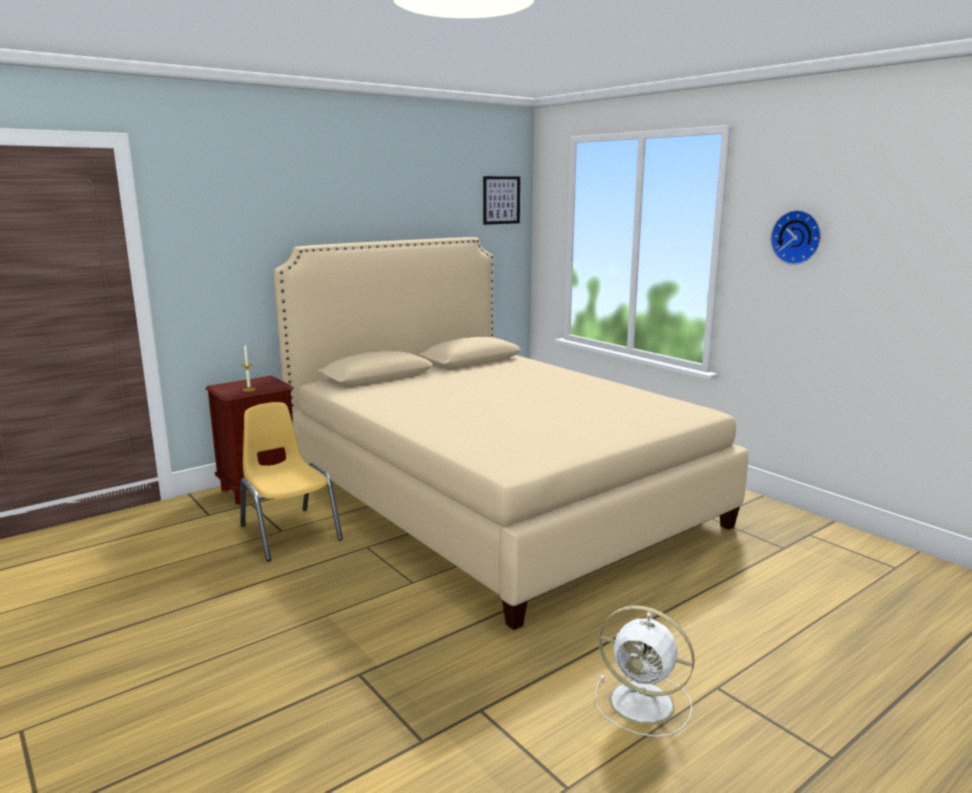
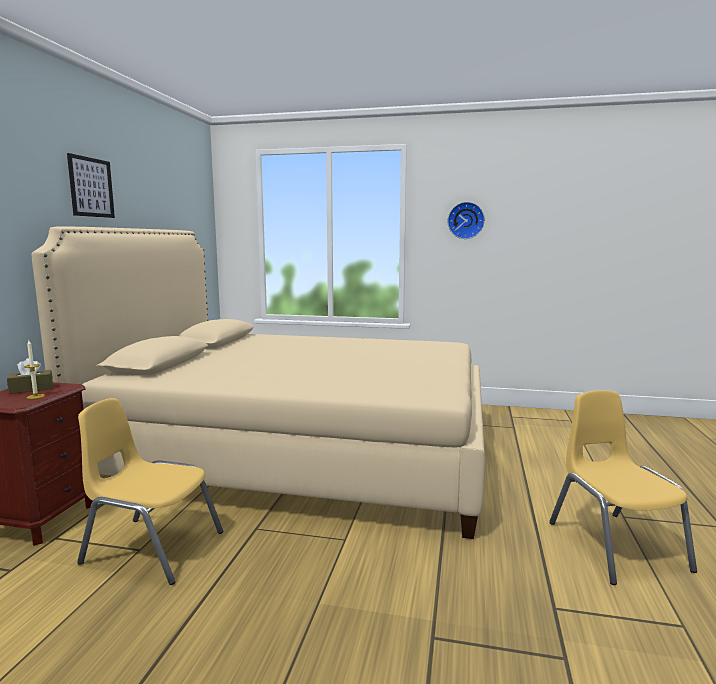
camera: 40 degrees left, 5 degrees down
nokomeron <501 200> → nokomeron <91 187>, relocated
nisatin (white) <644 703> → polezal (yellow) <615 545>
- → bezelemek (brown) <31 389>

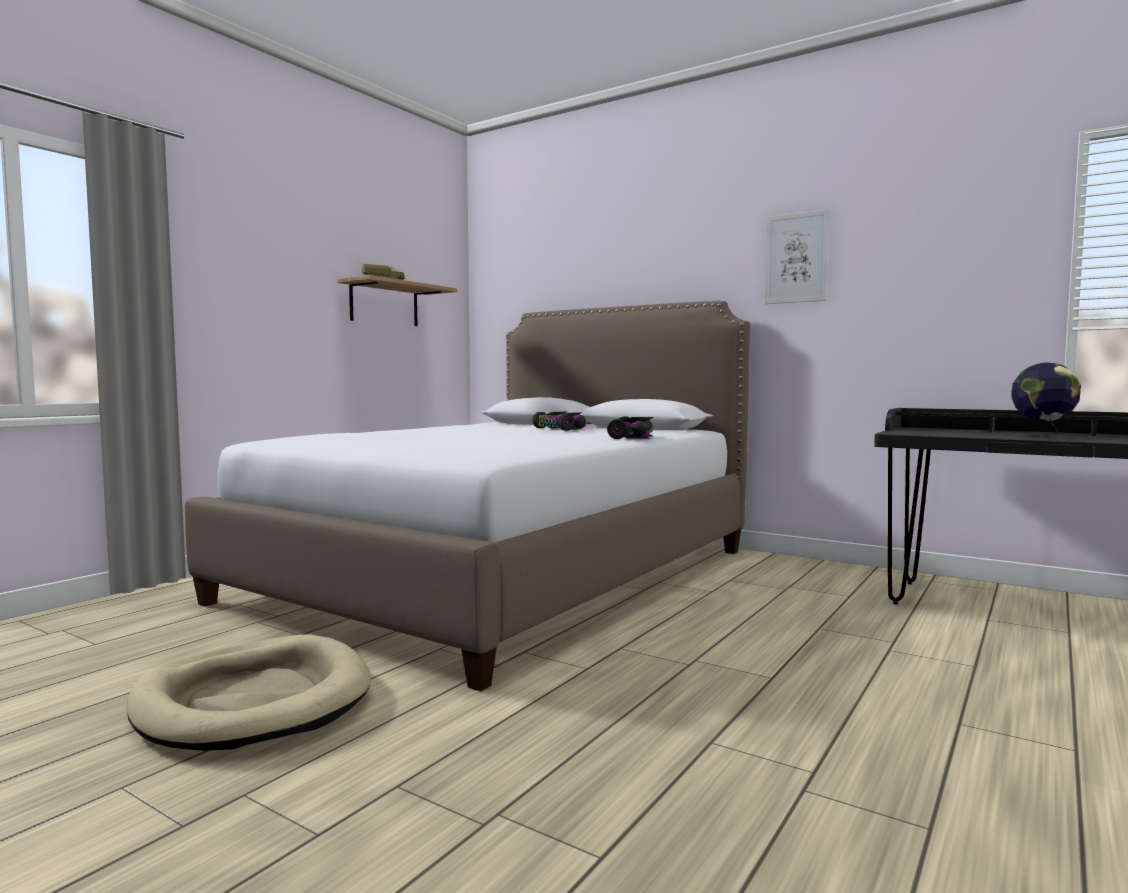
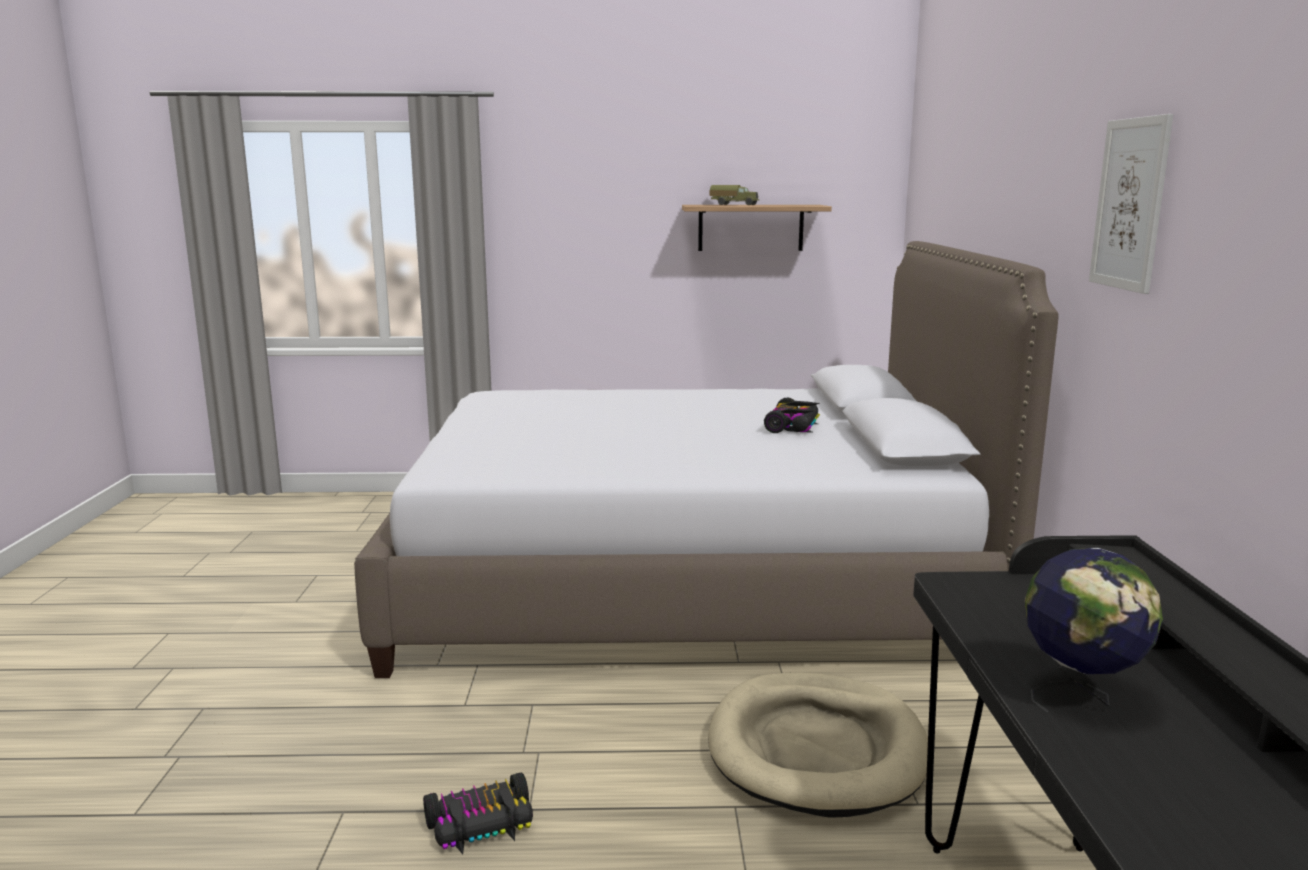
camera: 55 degrees right, 10 degrees up
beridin <632 437> → beridin <481 825>, relocated
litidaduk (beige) <253 700> → litidaduk (beige) <817 750>, relocated

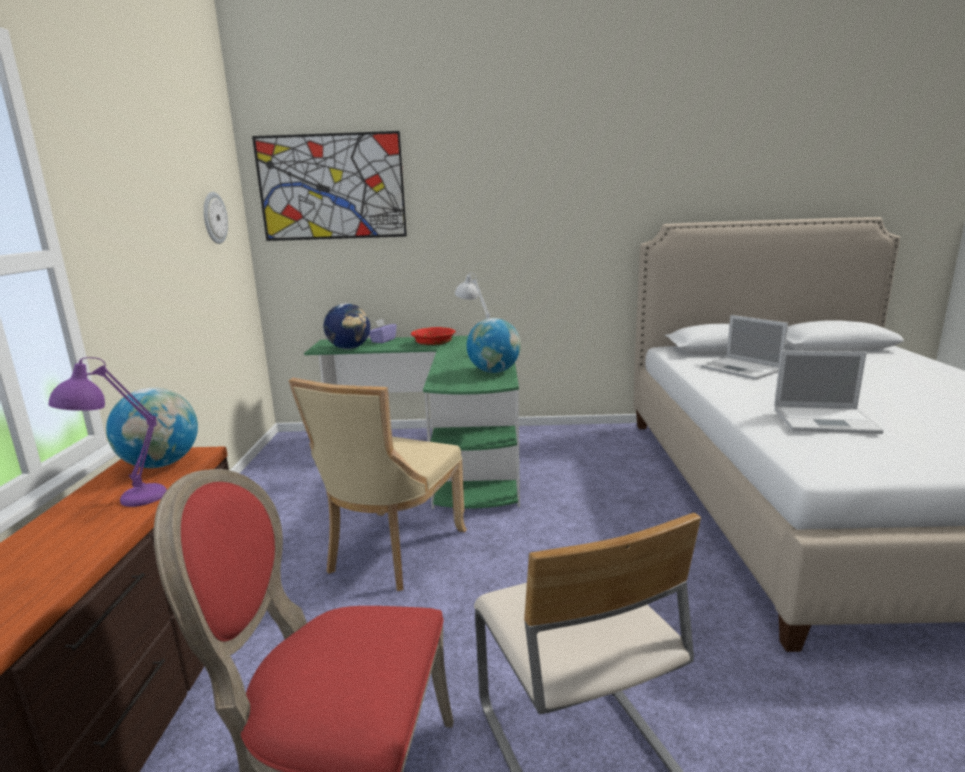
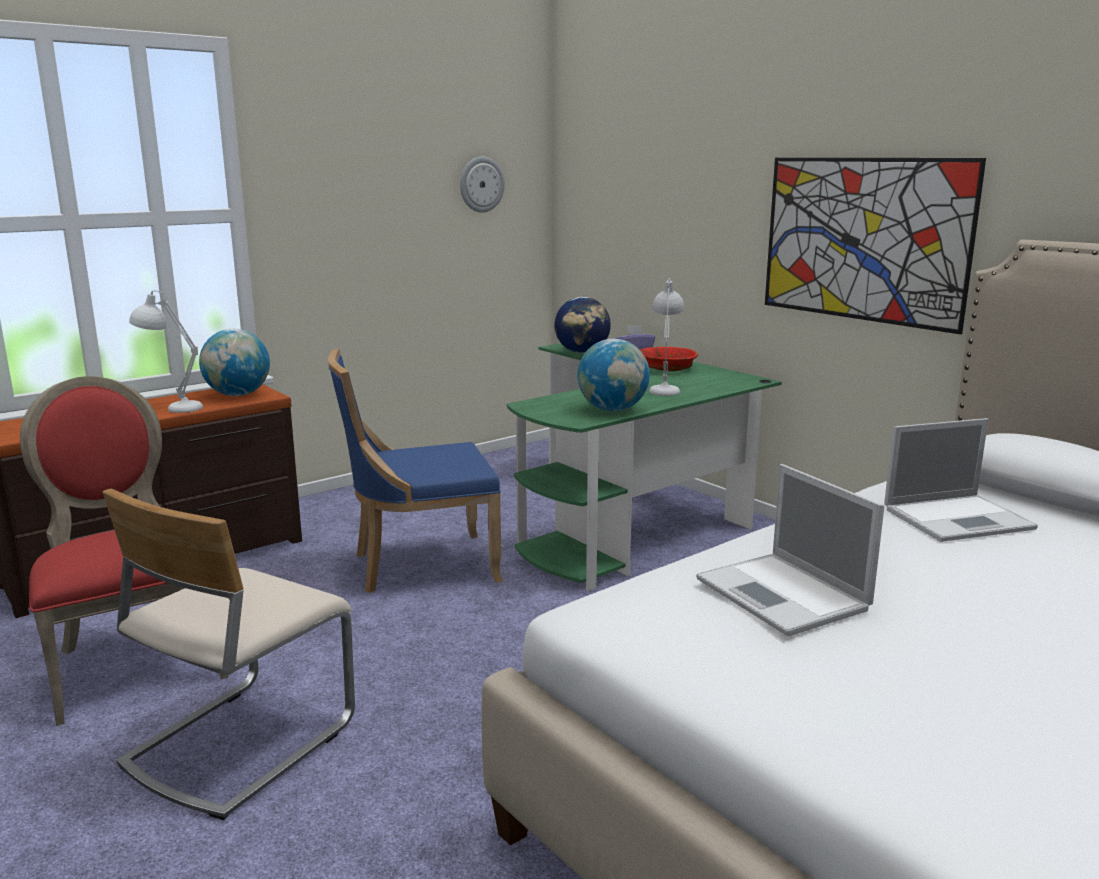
camera: 50 degrees right, 0 degrees up
nokomeron <331 187> → nokomeron <863 239>, relocated
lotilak <742 369> → lotilak <959 518>, 120 degrees counterclockwise
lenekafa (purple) <123 502> → lenekafa (white) <172 407>
polezal (beige) <391 552> → polezal (blue) <420 566>

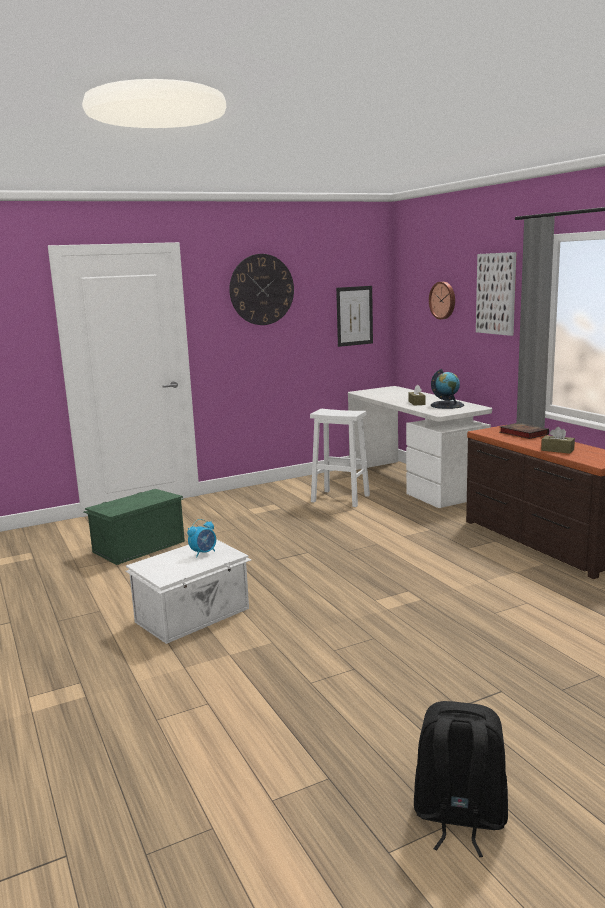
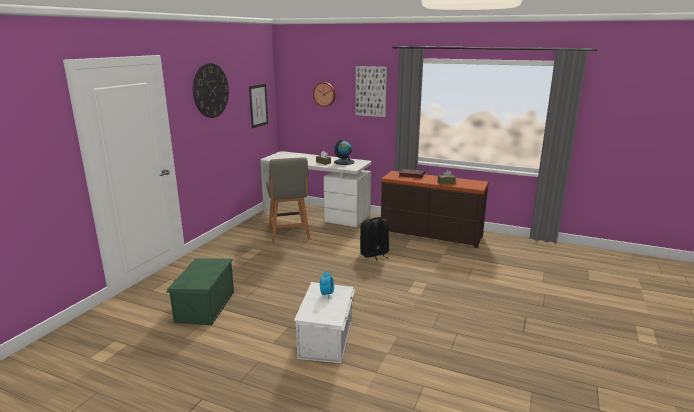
camera: 40 degrees left, 5 degrees up
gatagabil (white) <339 498> → polezal (grey) <289 234>
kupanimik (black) <459 817> → kupanimik (black) <374 254>, relocated

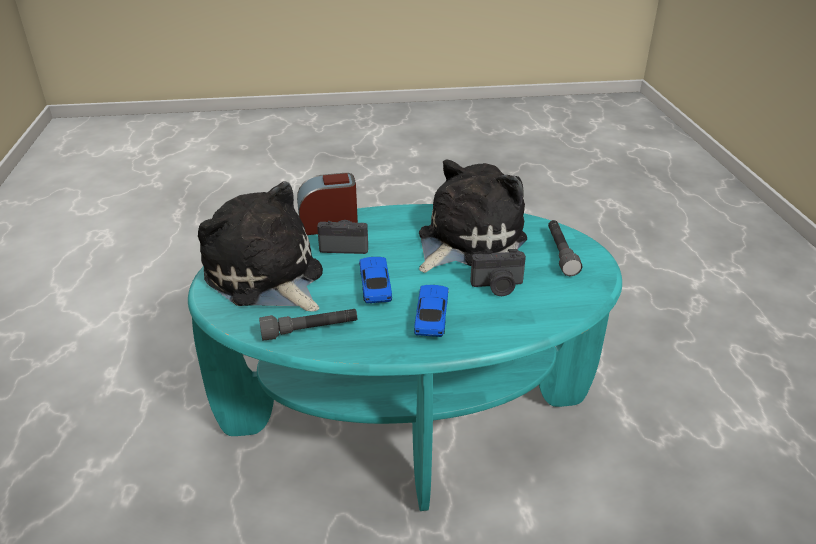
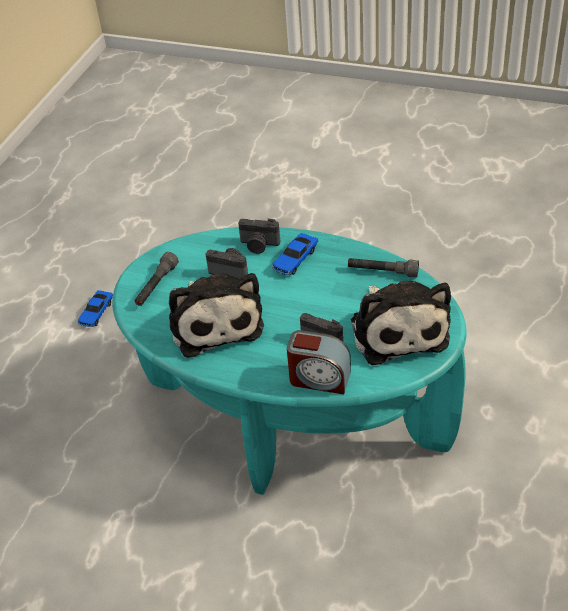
camera: 150 degrees left, 10 degrees up
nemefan <466 240> → nemefan <215 321>, 90 degrees counterclockwise
beridin <375 286> → beridin <96 313>, relocated
- → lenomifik <259 245>

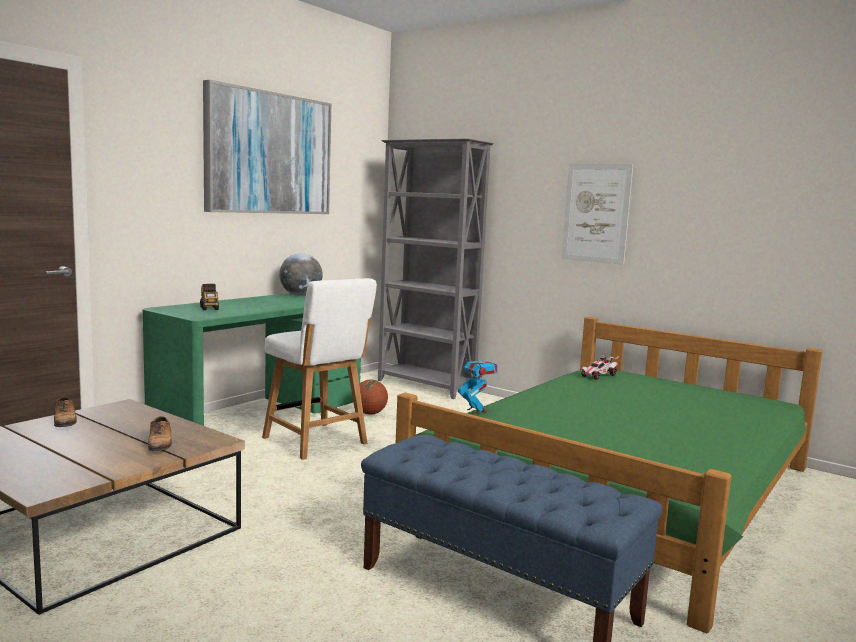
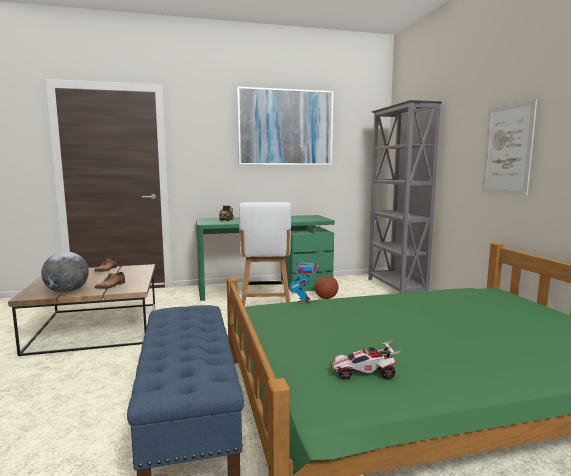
camera: 40 degrees right, 0 degrees up
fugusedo <300 295> → fugusedo <67 292>, relocated
beridin <598 376> → beridin <364 373>, relocated

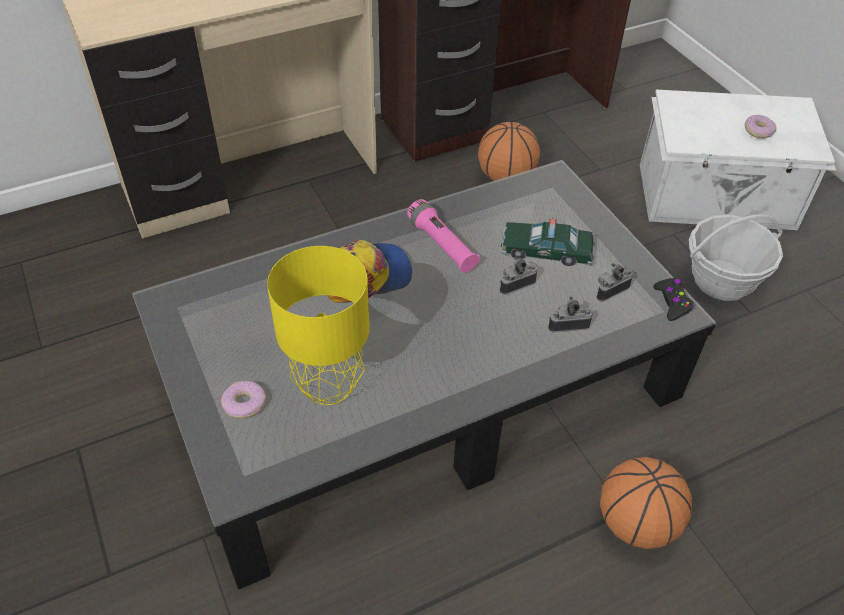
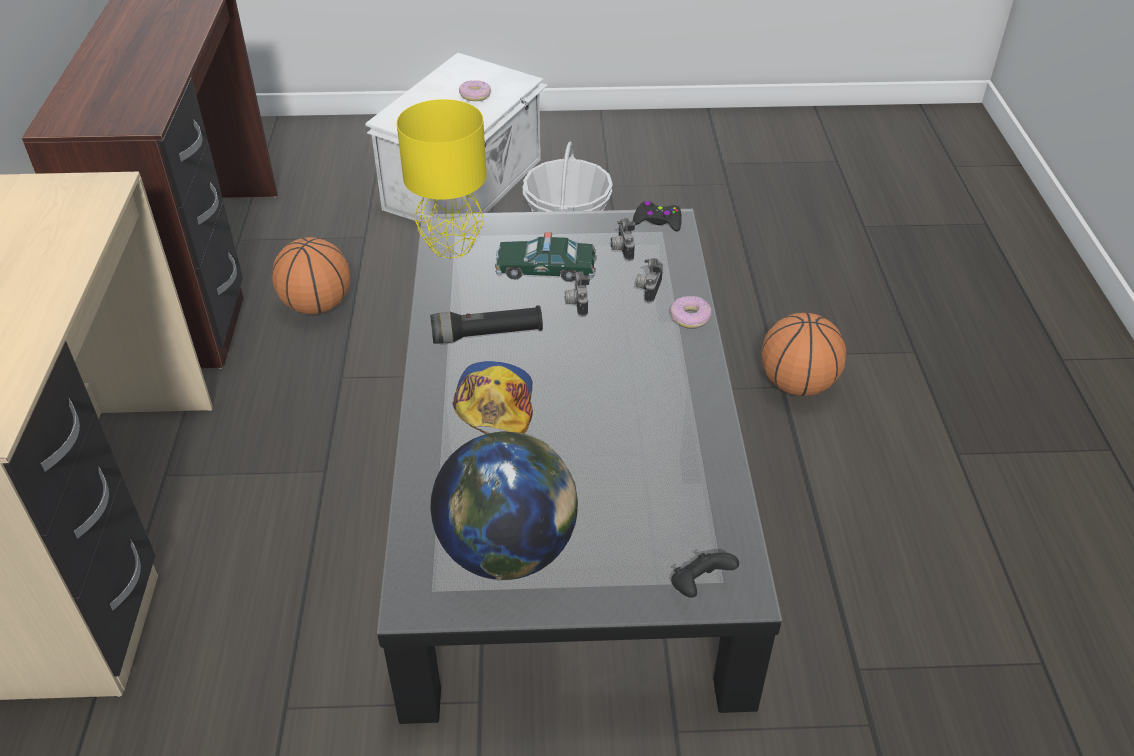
camera: 65 degrees left, 5 degrees down
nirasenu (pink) <442 245> → nirasenu (black) <487 335>
beridin <546 251> → beridin <545 269>, 60 degrees clockwise
lenekafa (yellow) <330 388> → lenekafa (yellow) <453 245>, relocated
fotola <244 403> → fotola <690 317>, relocated
- → fugusedo <507 552>
- → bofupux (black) <699 586>

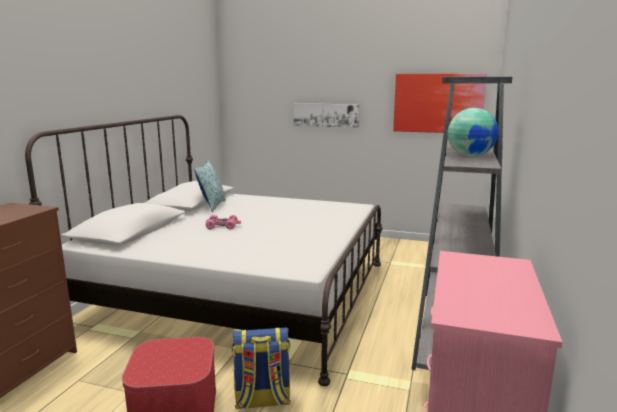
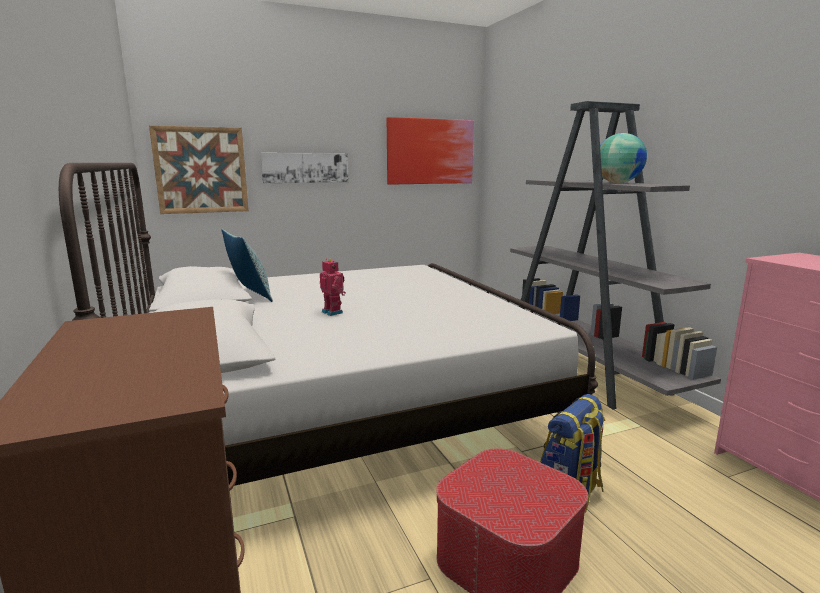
camera: 40 degrees left, 0 degrees up
beridin (pink) <222 226> → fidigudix <333 312>
- → nokomeron <201 170>

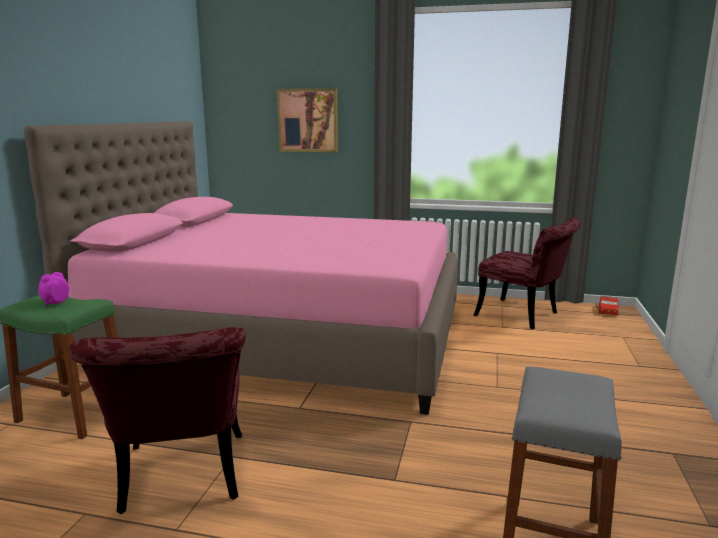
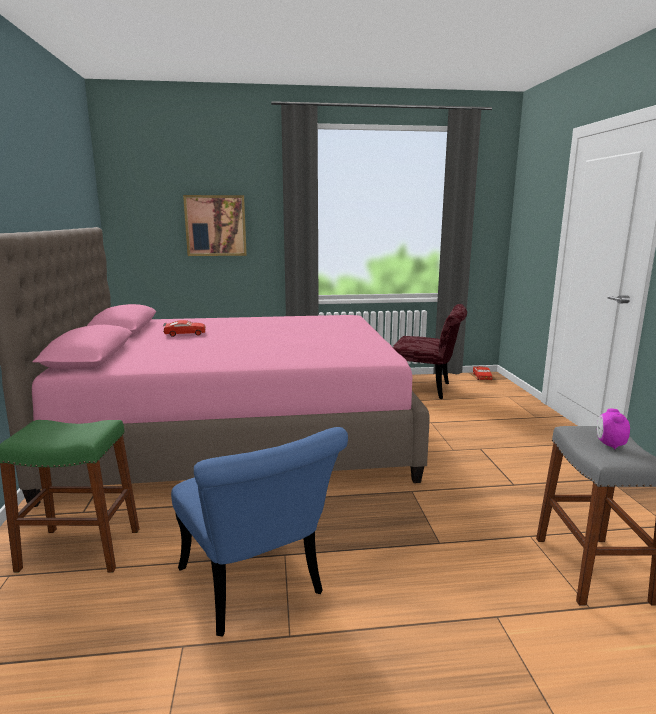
camera: 20 degrees left, 0 degrees up
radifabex <55 302> → radifabex <609 445>, relocated
polezal (red) <182 481> → polezal (blue) <257 589>
- → beridin (red) <185 334>

